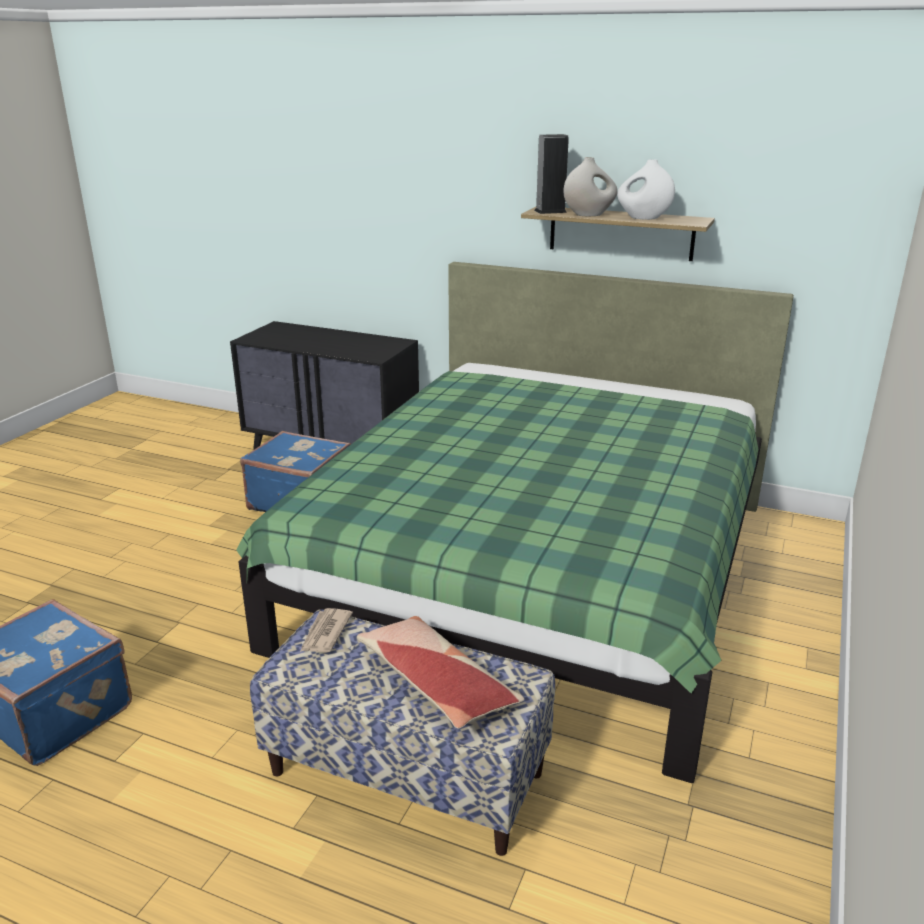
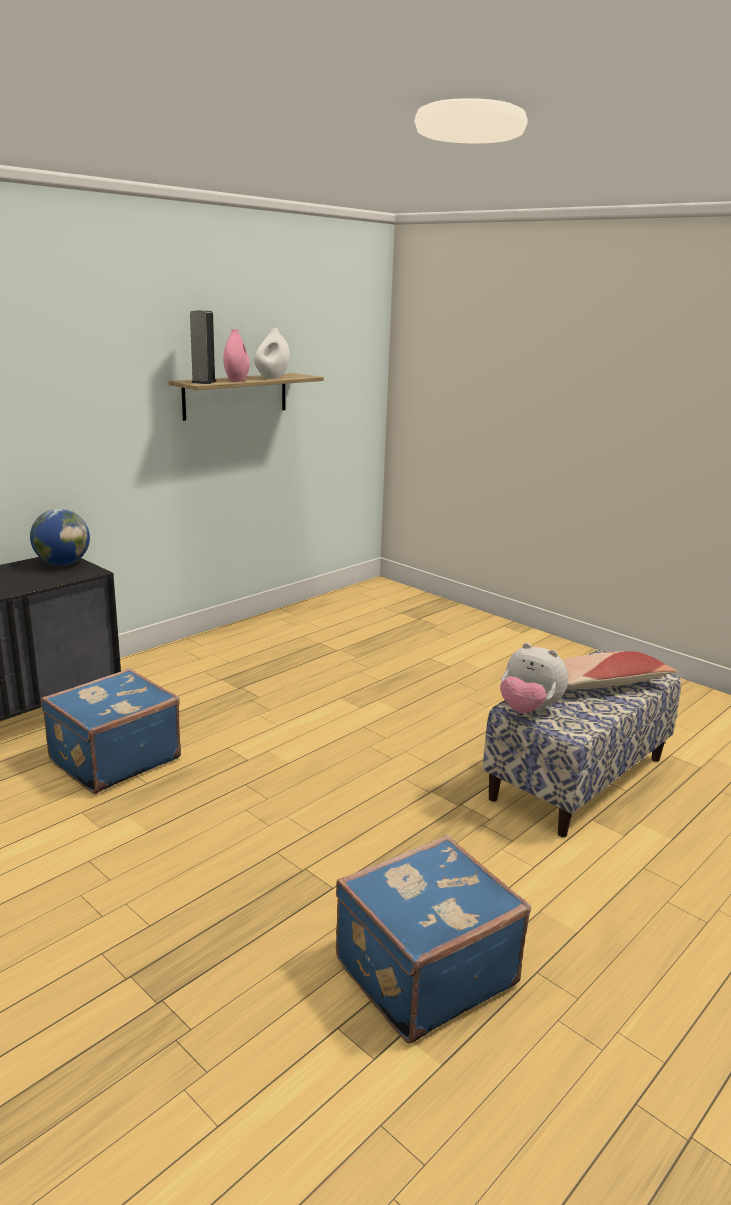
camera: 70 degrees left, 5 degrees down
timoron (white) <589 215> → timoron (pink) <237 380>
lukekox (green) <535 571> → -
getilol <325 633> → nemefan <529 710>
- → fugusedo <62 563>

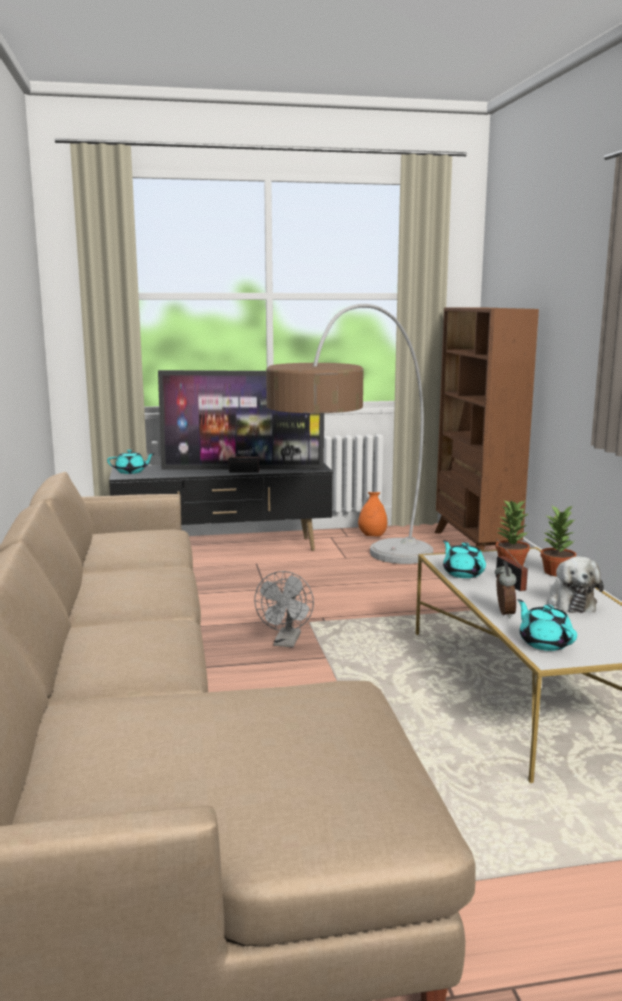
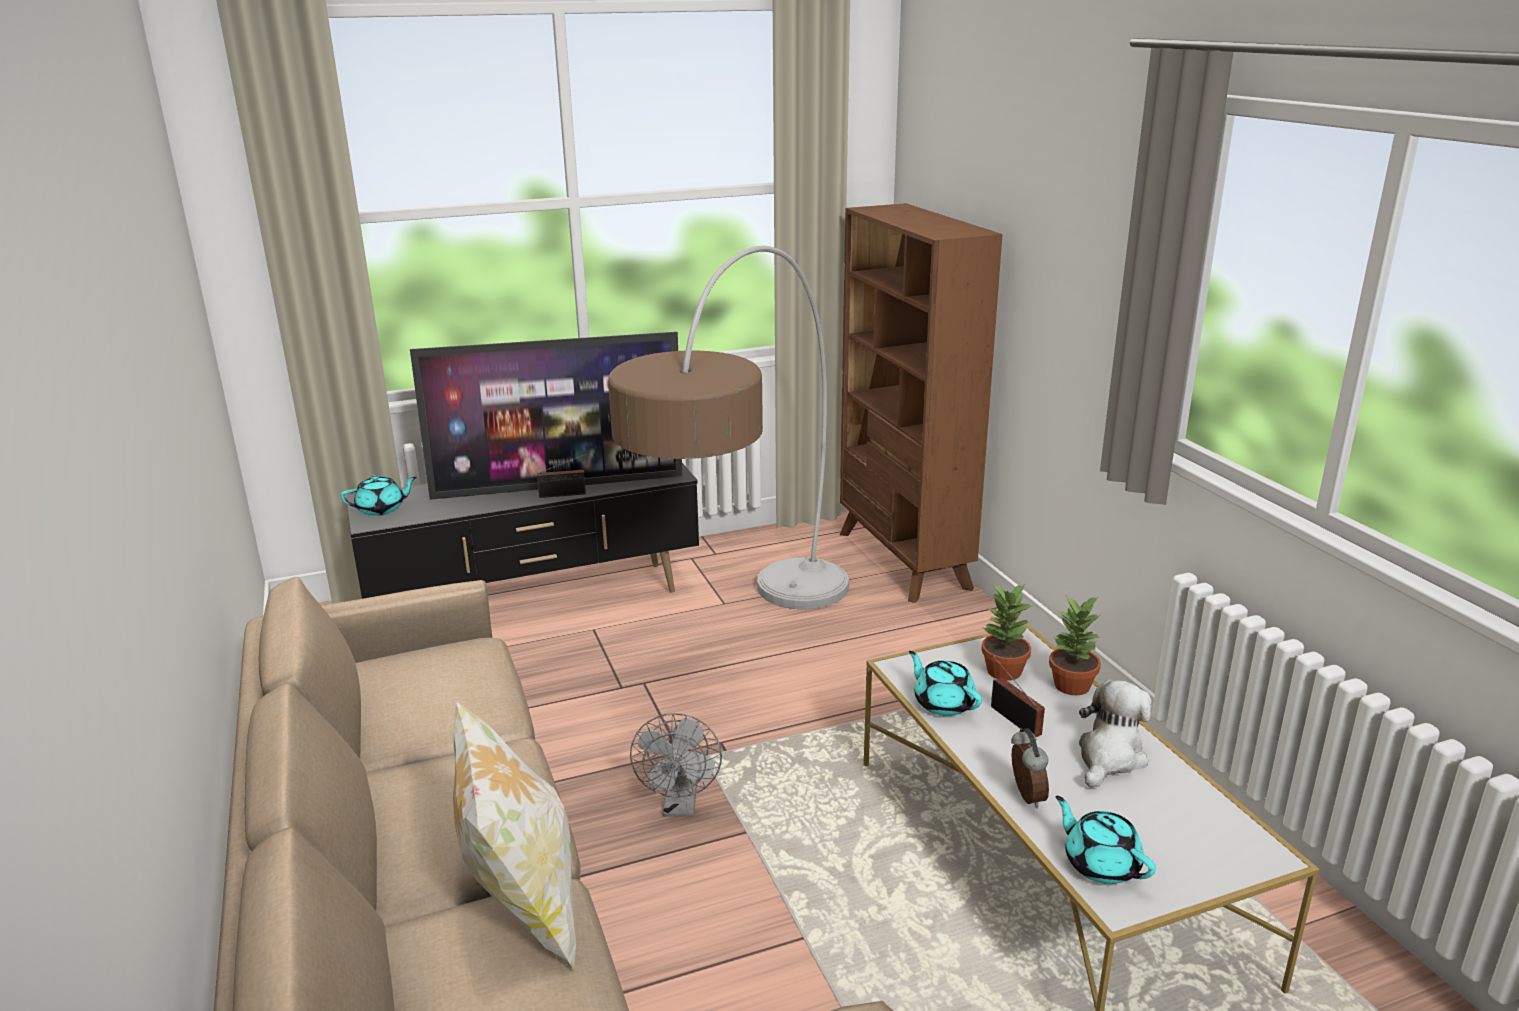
camera: 10 degrees left, 10 degrees up
timoron (orange) <372 536> → -
nemefan <570 602> → nemefan <1109 757>, 135 degrees counterclockwise
- → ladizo <523 905>

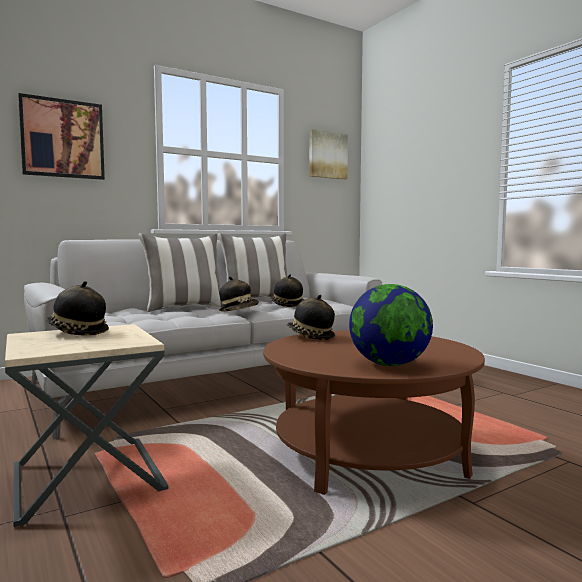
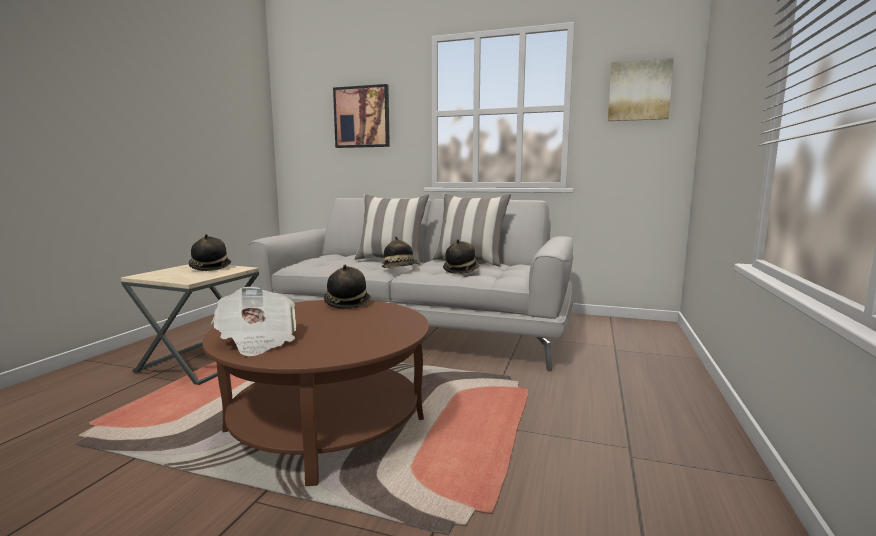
camera: 50 degrees right, 5 degrees up
fugusedo <389 365> → getilol <257 341>

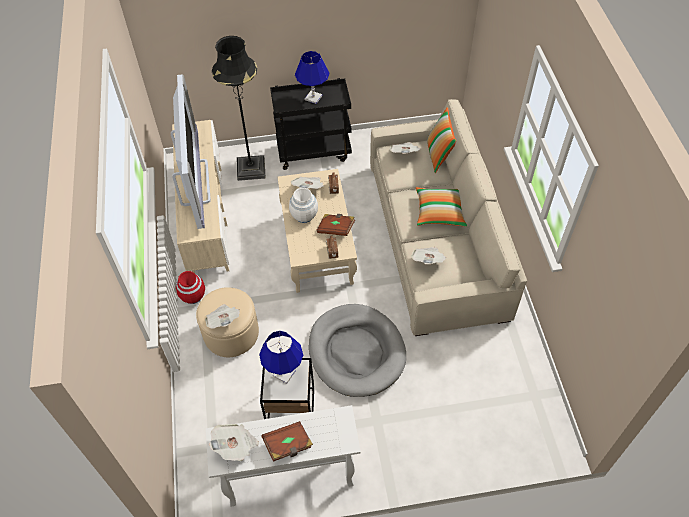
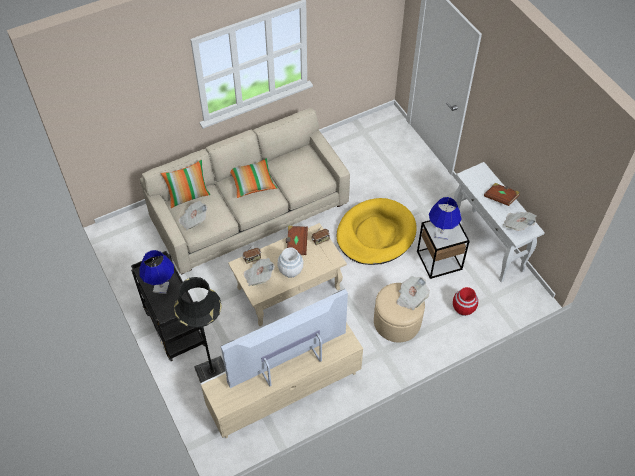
camera: 110 degrees left, 0 degrees up
getilol <428 260> → -
timoron (red) <193 296> → timoron (red) <463 308>, relocated
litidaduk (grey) <356 352> → litidaduk (yellow) <375 234>

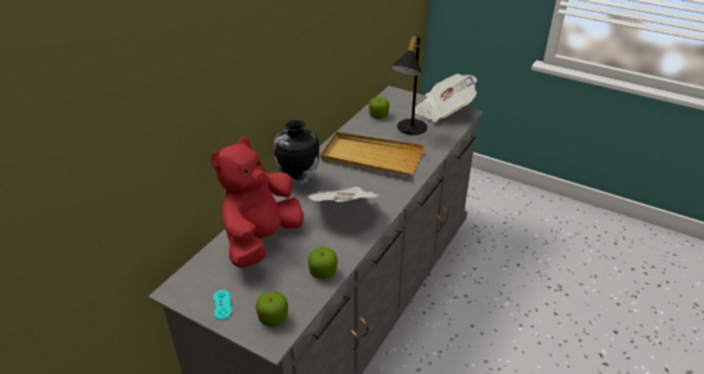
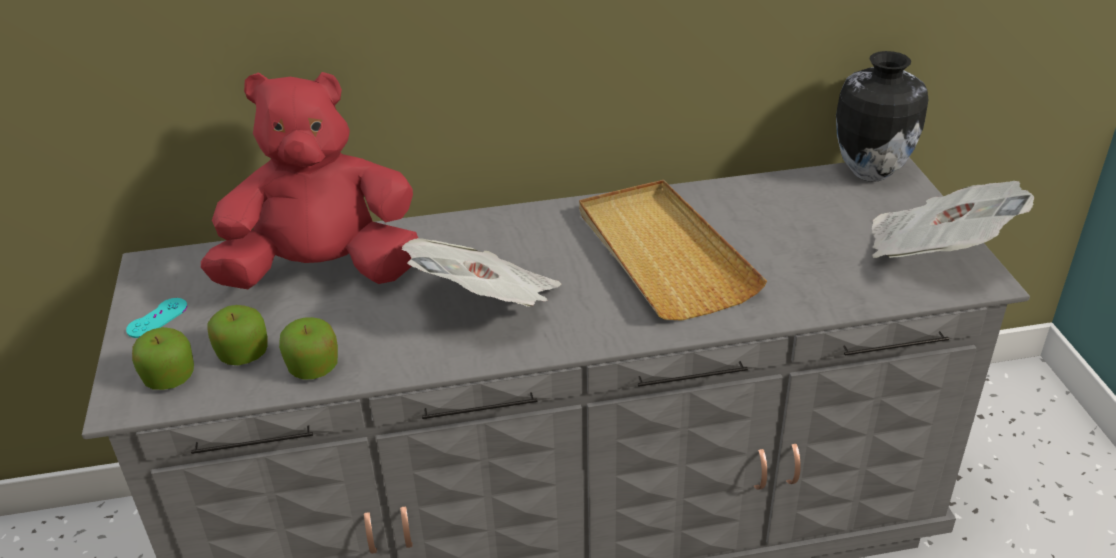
camera: 50 degrees right, 0 degrees up
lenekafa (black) <408 129> → -
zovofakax <378 115> → zovofakax <243 353>, relocated
timoron <298 181> → timoron <869 172>, relocated

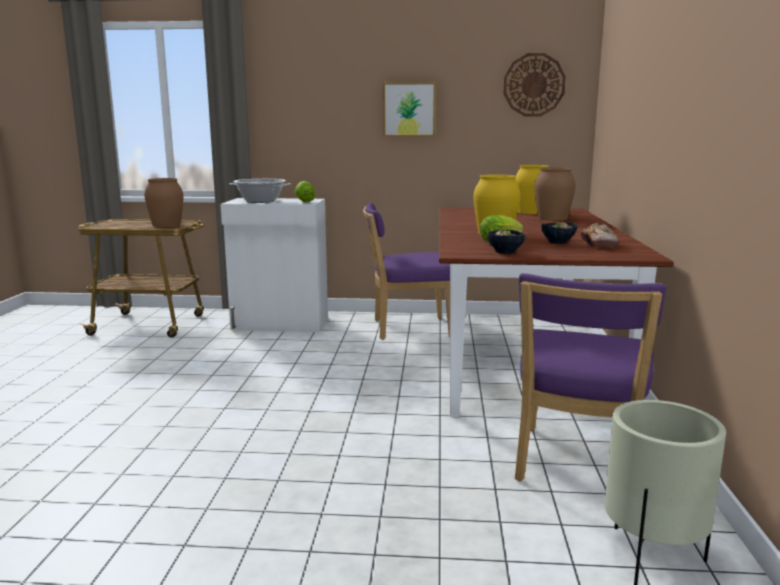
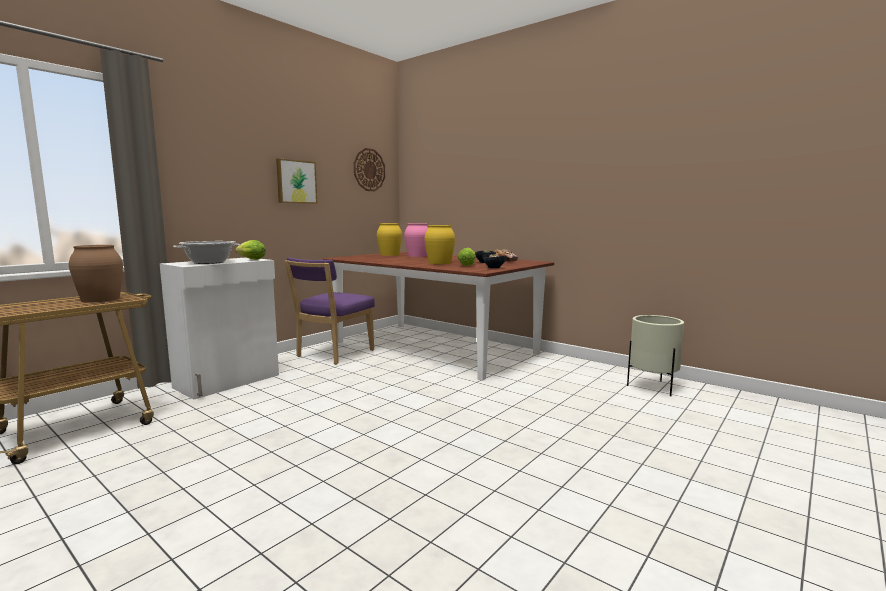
camera: 55 degrees left, 5 degrees down
timoron (brown) <552 218> → timoron (pink) <417 256>
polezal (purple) <576 466> → -

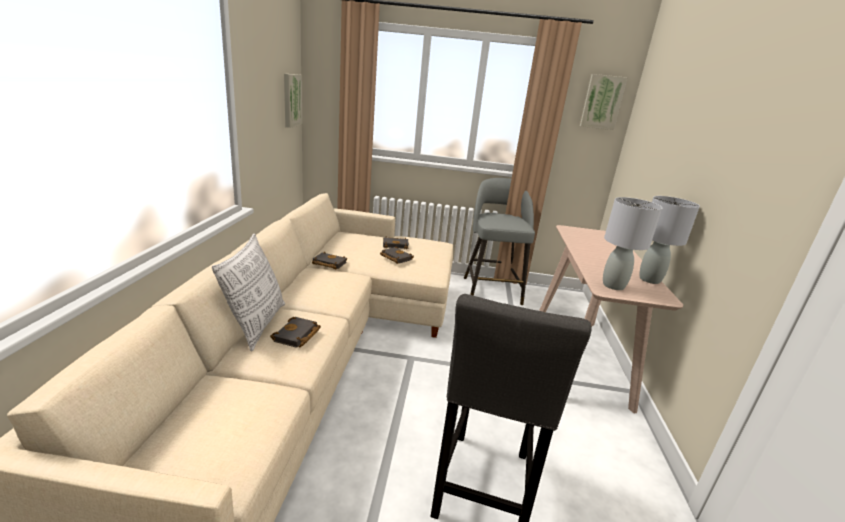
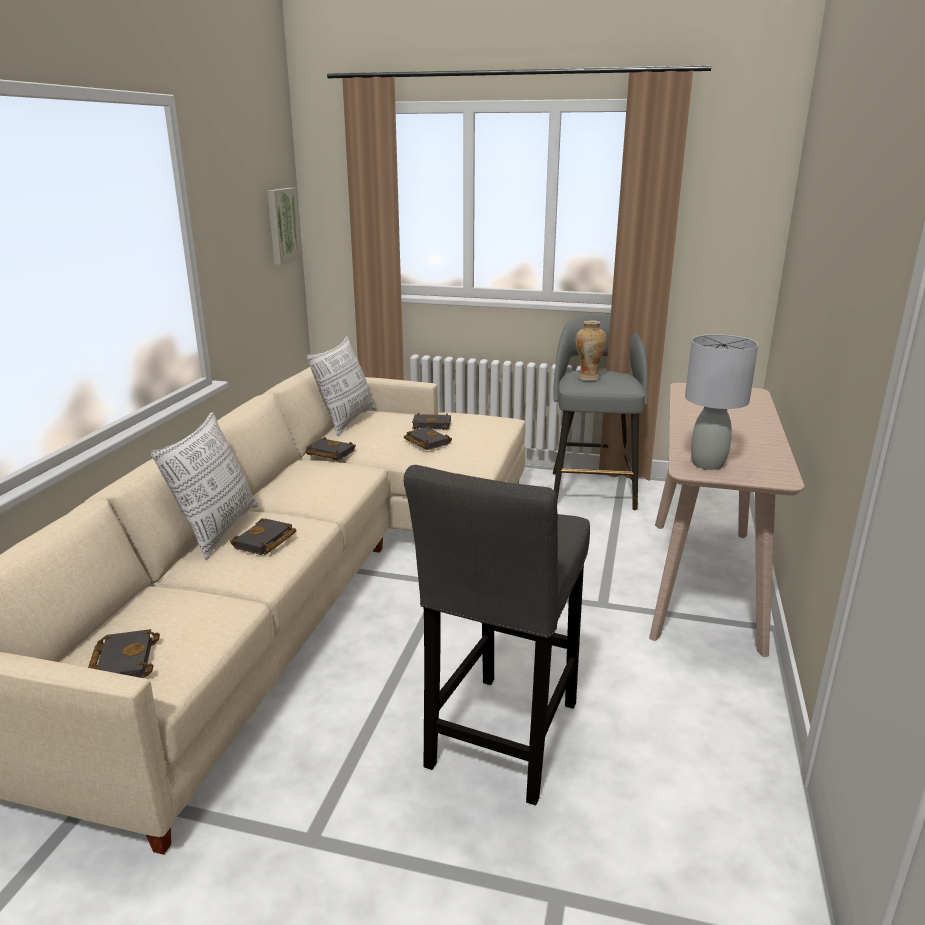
camera: 10 degrees right, 0 degrees up
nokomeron <602 102> → -
lenekafa (grey) <650 279> → -
- → timoron <588 378>
- → ladizo <346 420>
- → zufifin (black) <122 661>

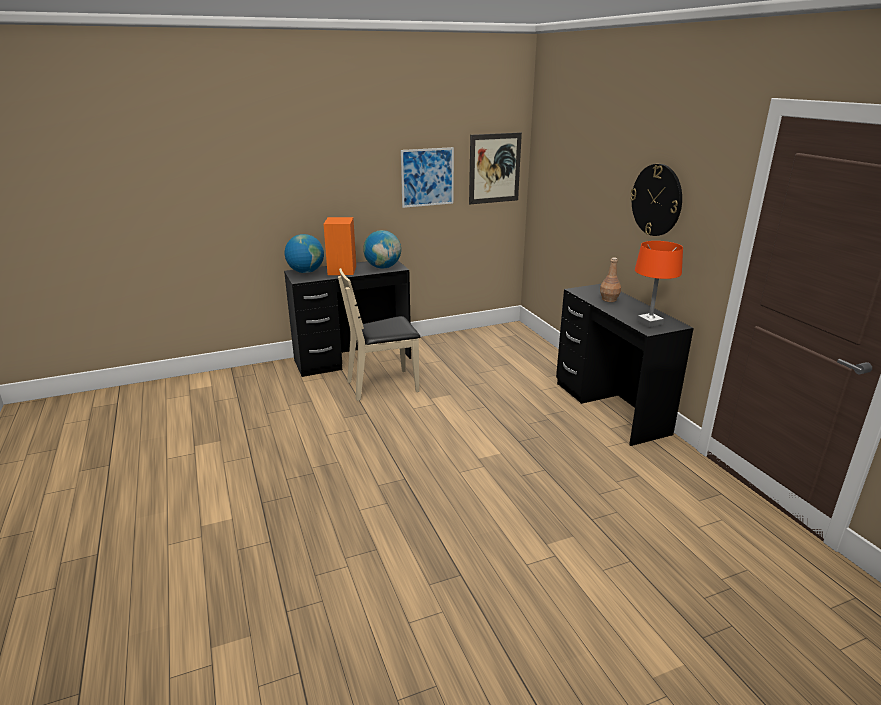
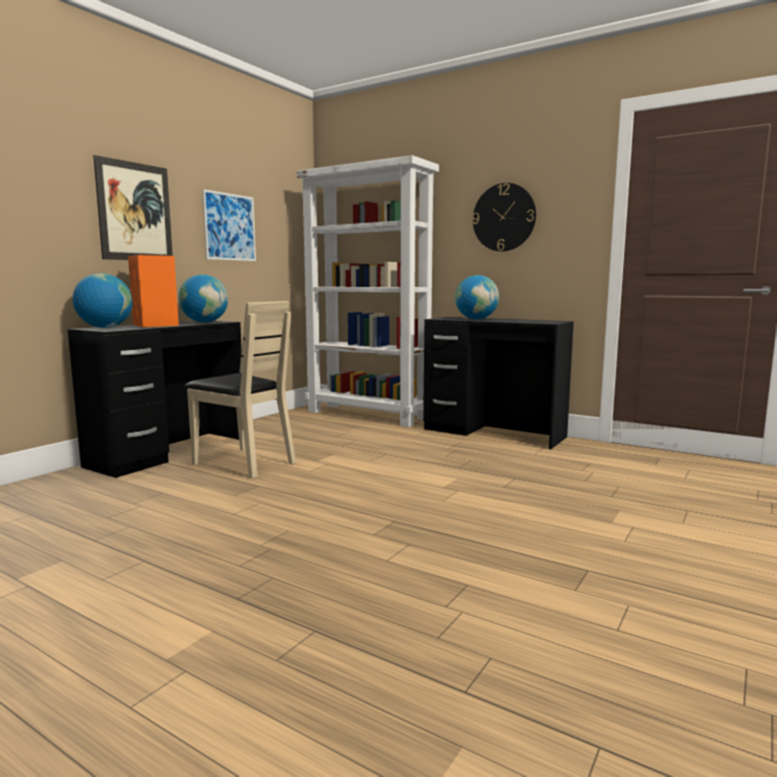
camera: 35 degrees left, 15 degrees down
nokomeron <494 168> → nokomeron <135 212>, relocated
lenekafa (orange) <649 322> → -
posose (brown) <609 299> → fugusedo <476 319>
polezal (beige) <383 385> → polezal (beige) <244 463>, 90 degrees counterclockwise
- → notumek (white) <369 415>

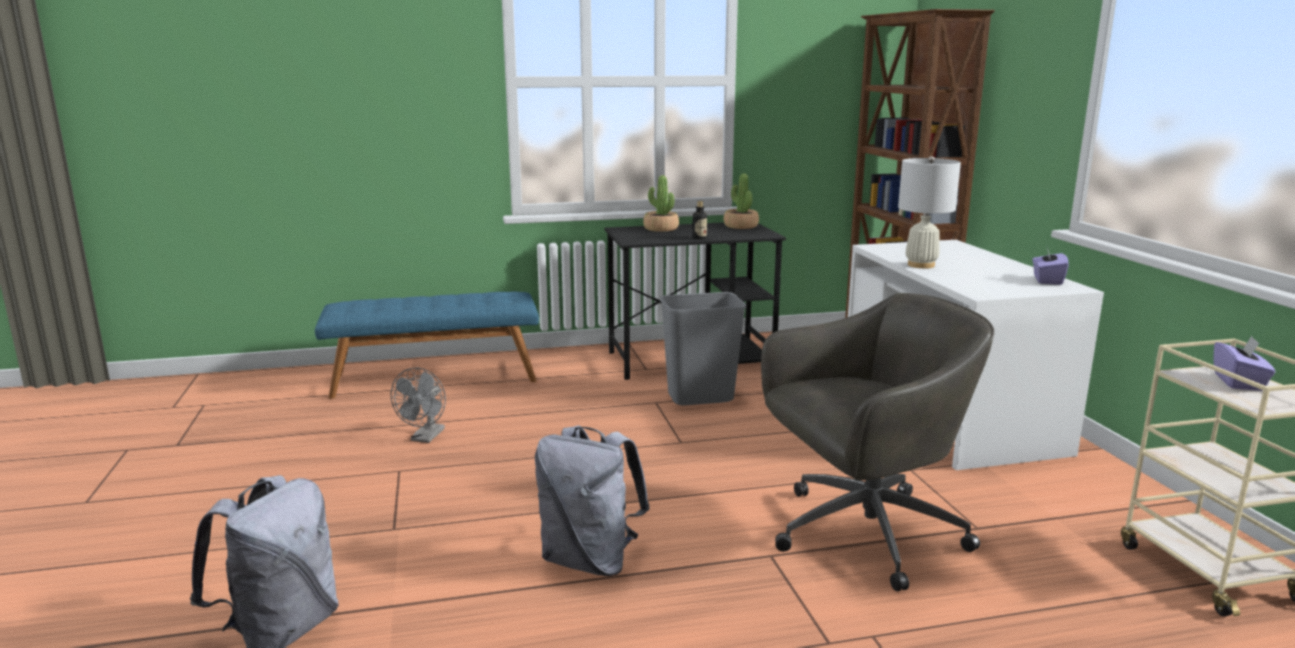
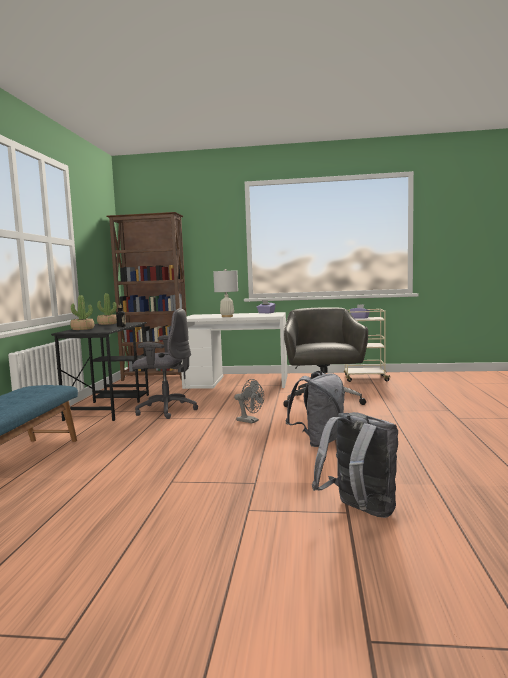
camera: 70 degrees left, 10 degrees down
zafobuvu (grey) <700 398> → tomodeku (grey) <166 410>
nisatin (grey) <425 438> → nisatin (grey) <250 421>, relocated

